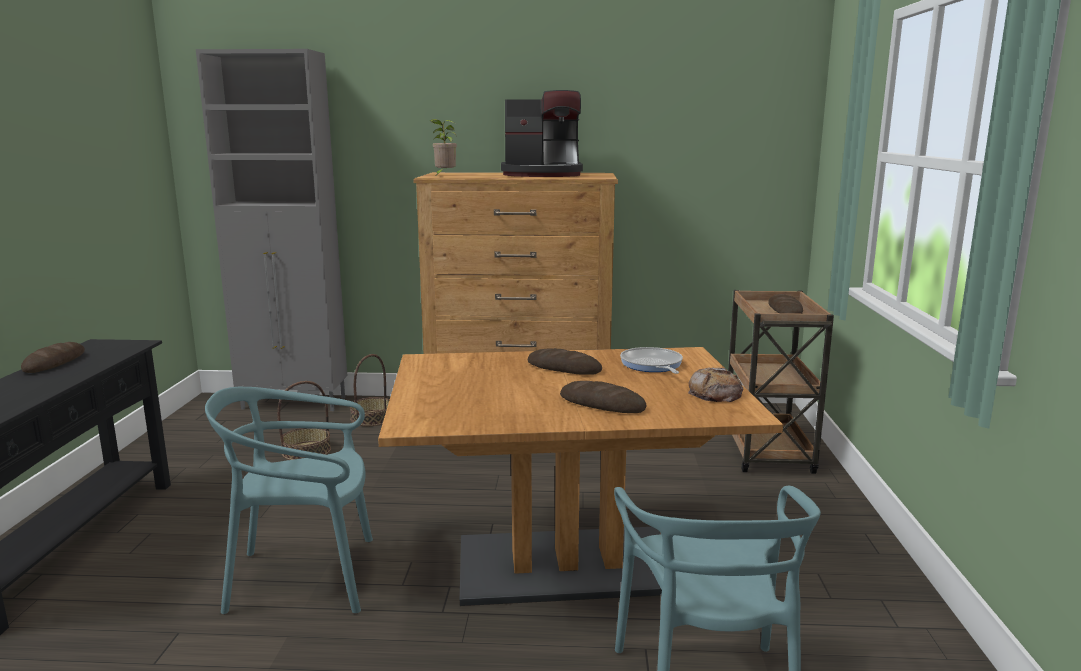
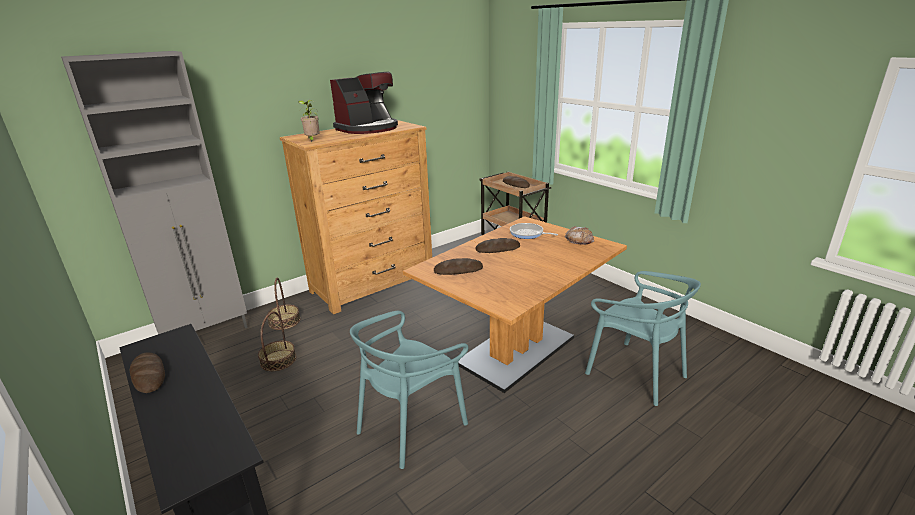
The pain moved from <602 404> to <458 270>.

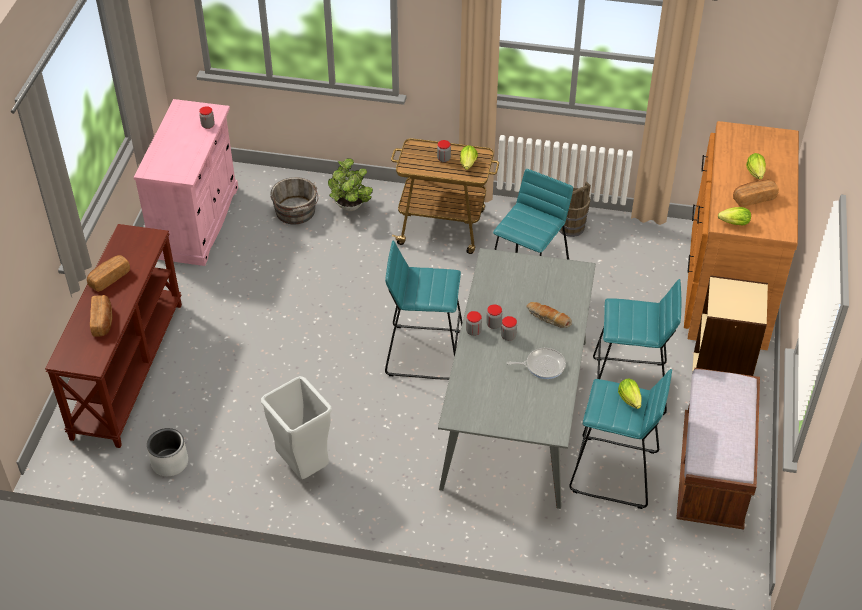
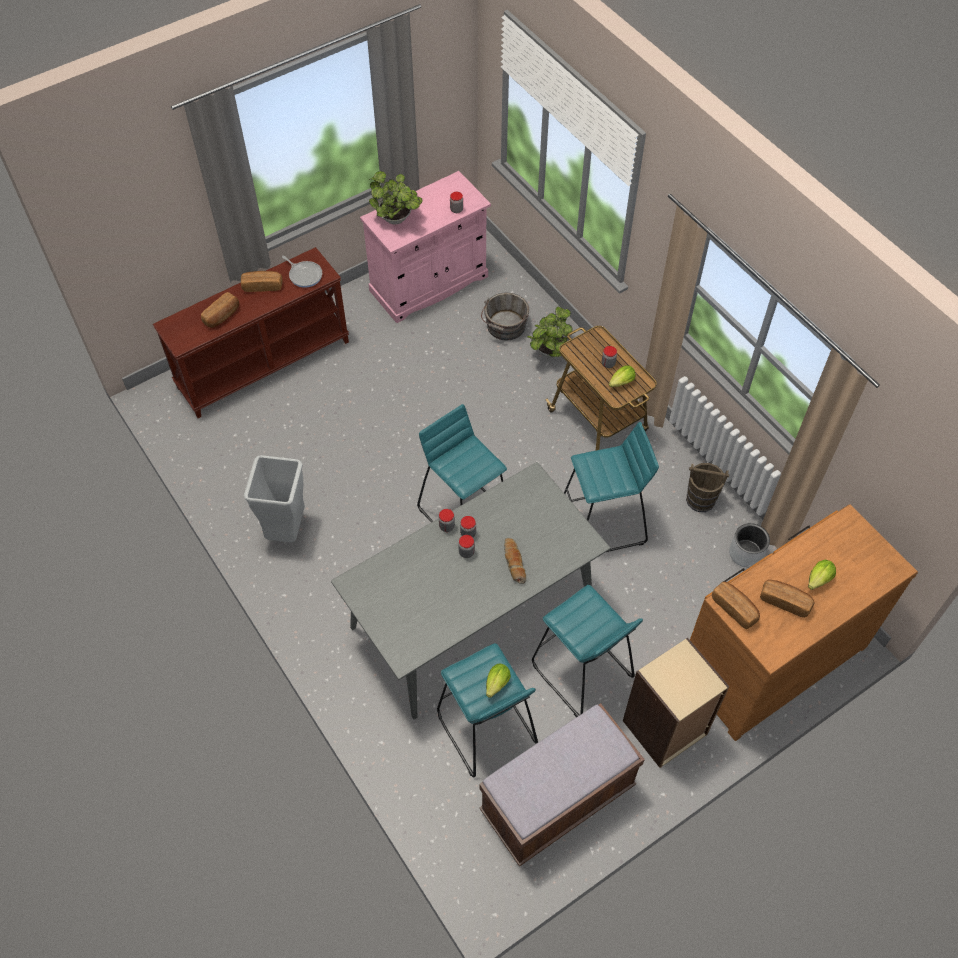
The laitue at <732 223> was replaced by the pain at <734 608>.
The poêle moved from <542 365> to <304 275>.
The cache-pot (gris) moved from <170 462> to <746 553>.
The plante en pot at <397 219> appeared.

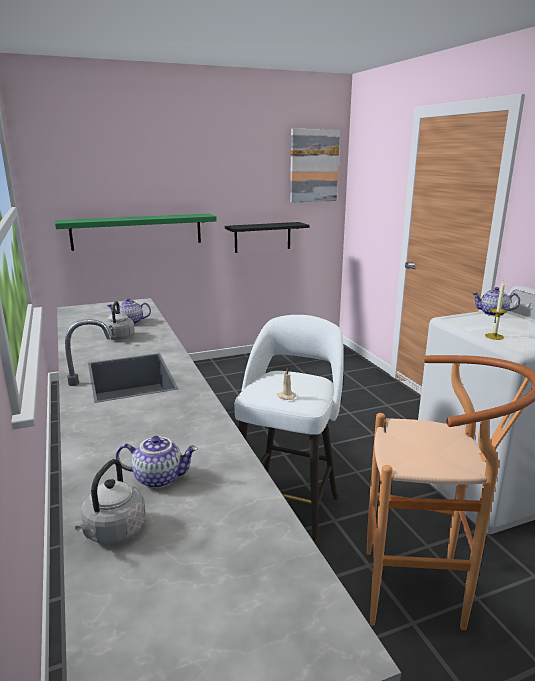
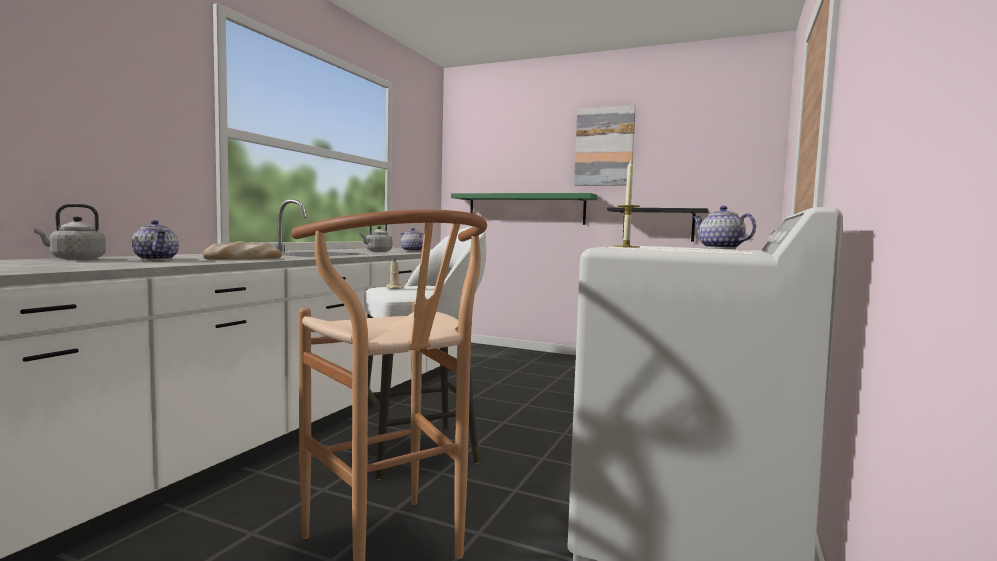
The tableau moved from <313 166> to <604 146>.
The pain at <244 258> appeared.

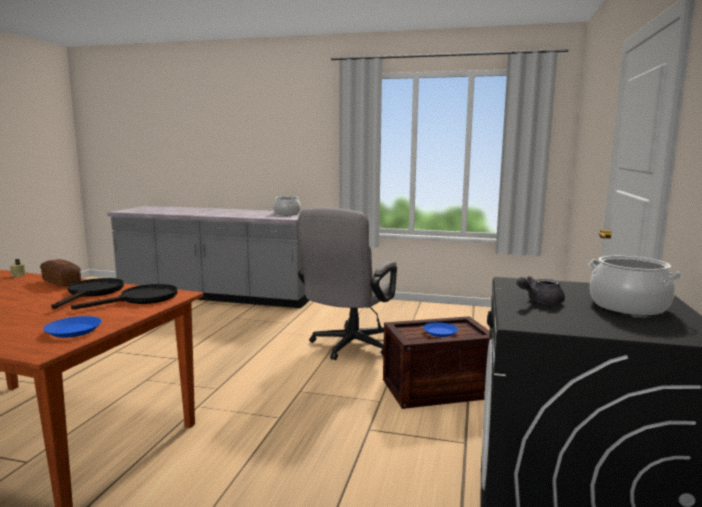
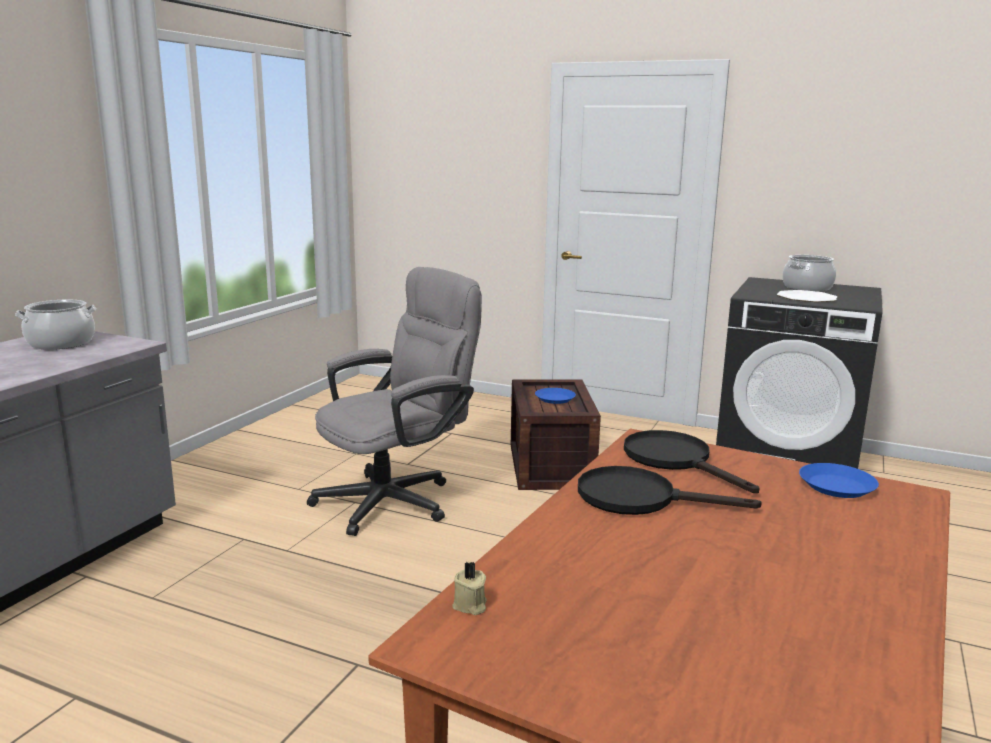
The chaise de bureau (gris) at <348 347> turned 75 degrees counterclockwise.
The pain at <61 282> disappeared.
The théière (gris) at <540 301> was replaced by the assiette at <807 298>.

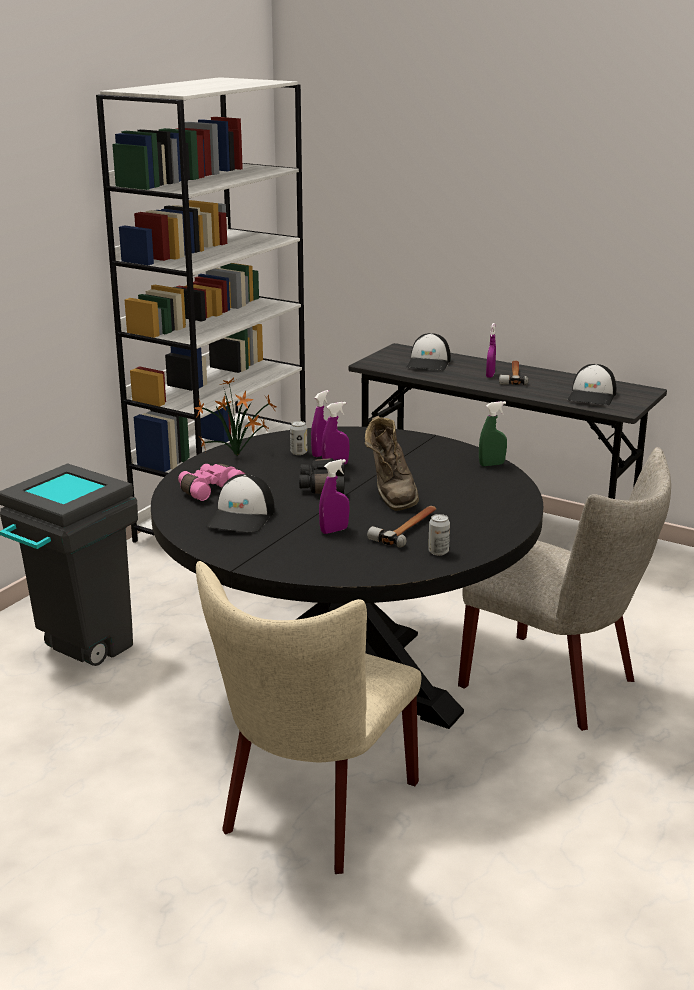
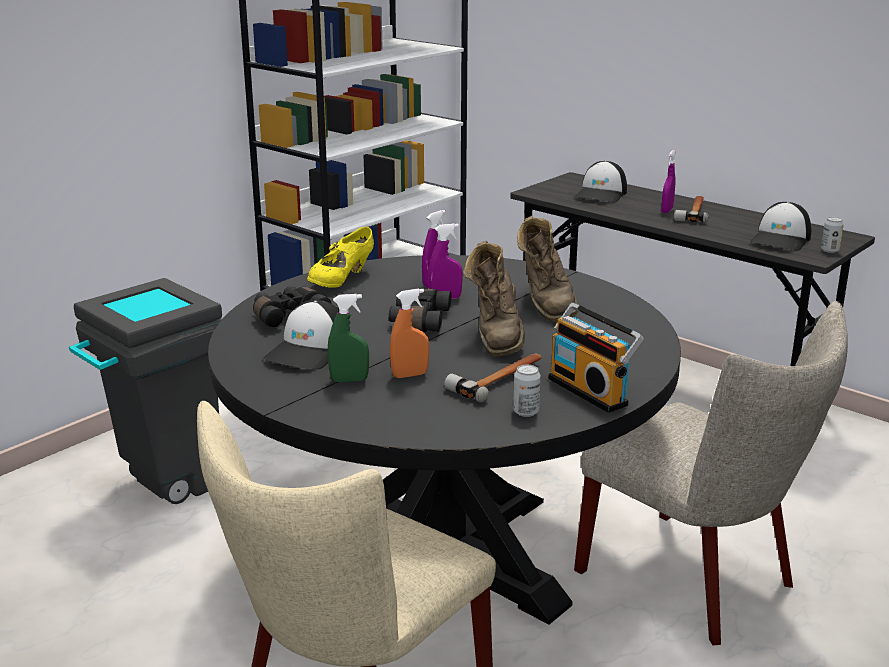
The plante en pot at <239 456> was replaced by the chaussure (jaune) at <341 281>.
The vaporisateur (vert) moved from <492 464> to <349 380>.
The boîte métallique moved from <298 452> to <829 250>.
The vaporisateur (violet) at <334 530> became the vaporisateur (orange) at <410 375>.
The jumelles (rose) at <208 489> became the jumelles (noir) at <288 316>.
The botte (marron) at <546 305> appeared.
The radio at <591 391> appeared.

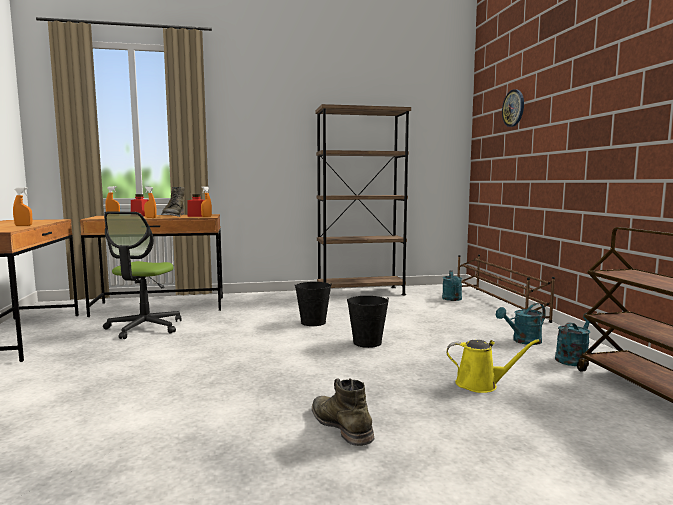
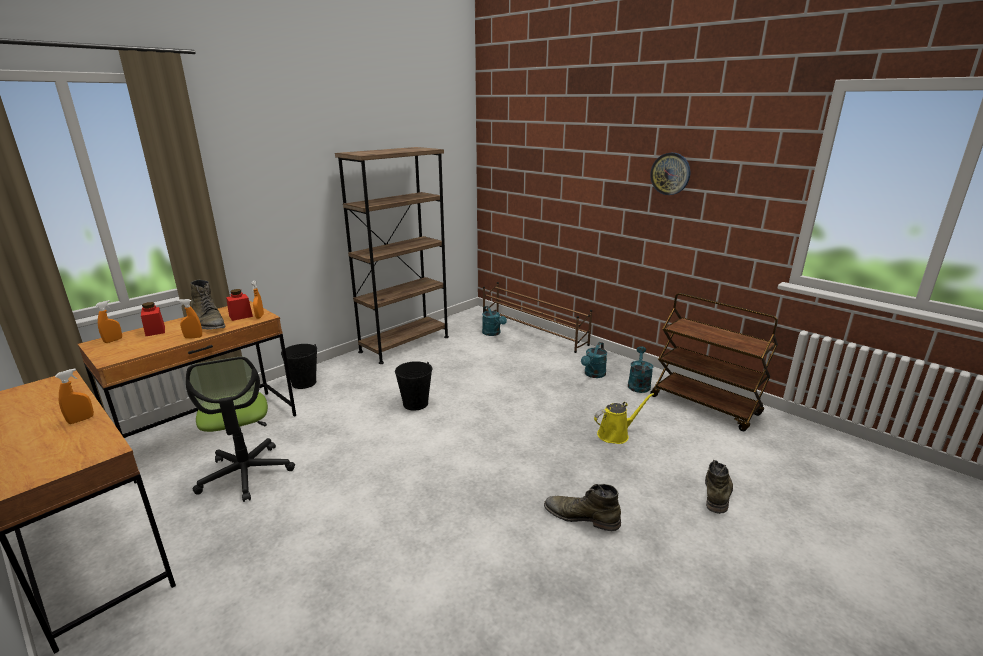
The horloge murale moved from <513 108> to <670 173>.
The seau (noir) moved from <367 342> to <304 383>.
The botte (vert) at <717 491> appeared.

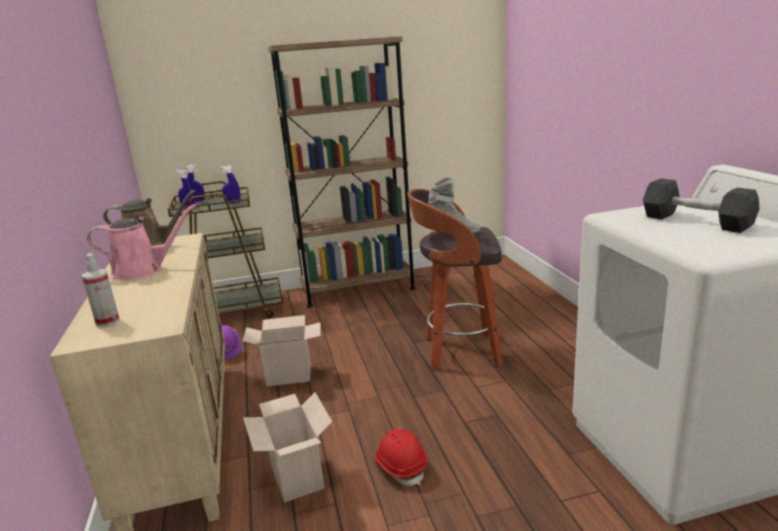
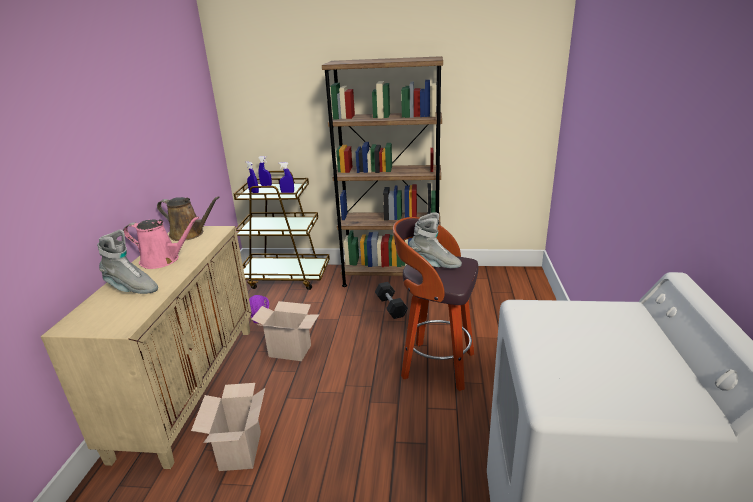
The haltère (noir) moved from <695 222> to <391 307>.
The vaporisateur at <107 321> disappeared.
The casque de chantier (rouge) at <400 466> disappeared.
The botte (gris) at <131 289> appeared.

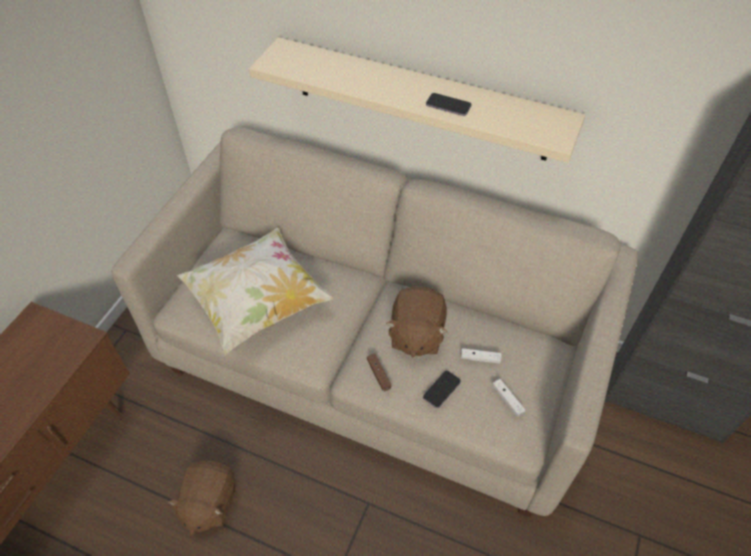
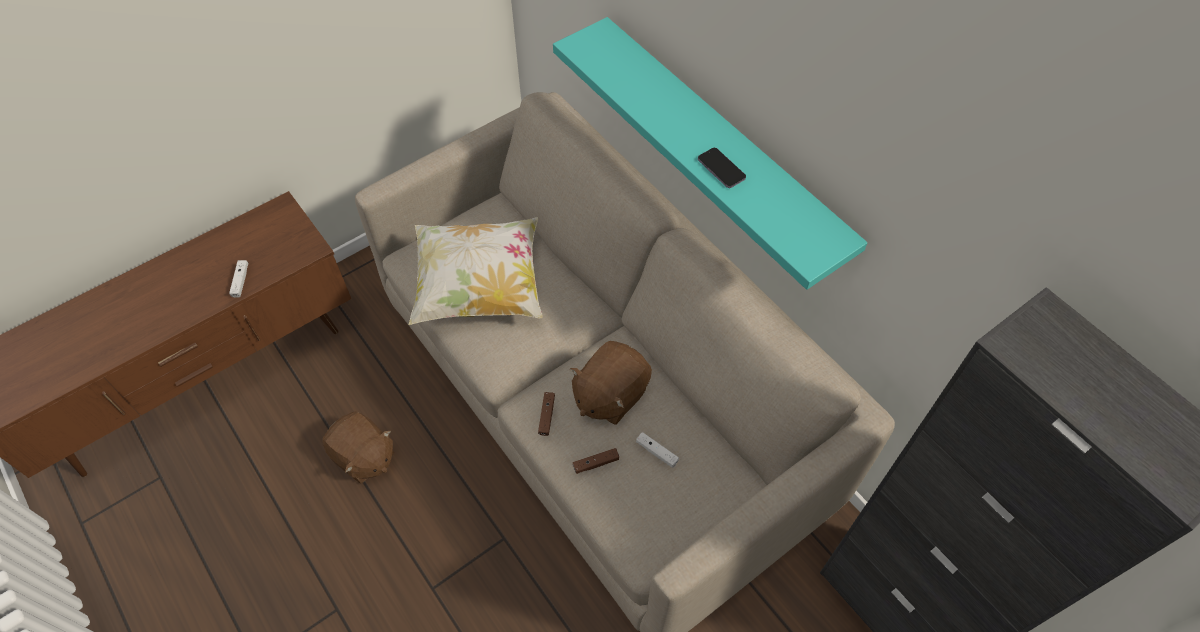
The étagère (beige) at <420 99> became the étagère (turquoise) at <720 145>.
The téléphone at <441 390> was replaced by the manette (marron) at <596 463>.
The manette (blanc) moved from <507 400> to <240 281>.
The peluche (marron) at <209 503> turned 90 degrees counterclockwise.

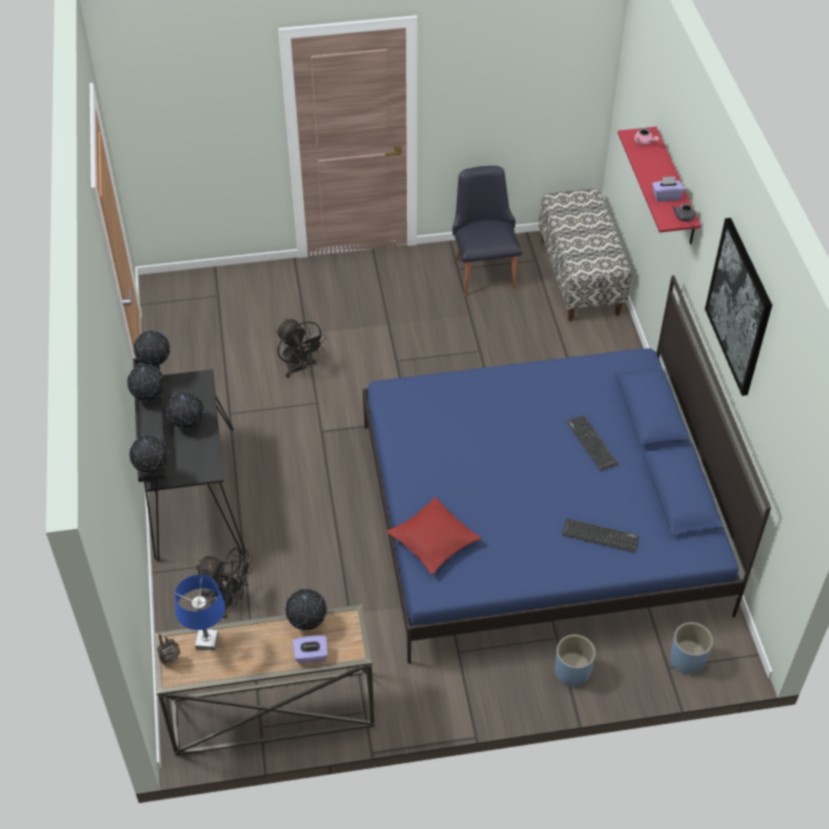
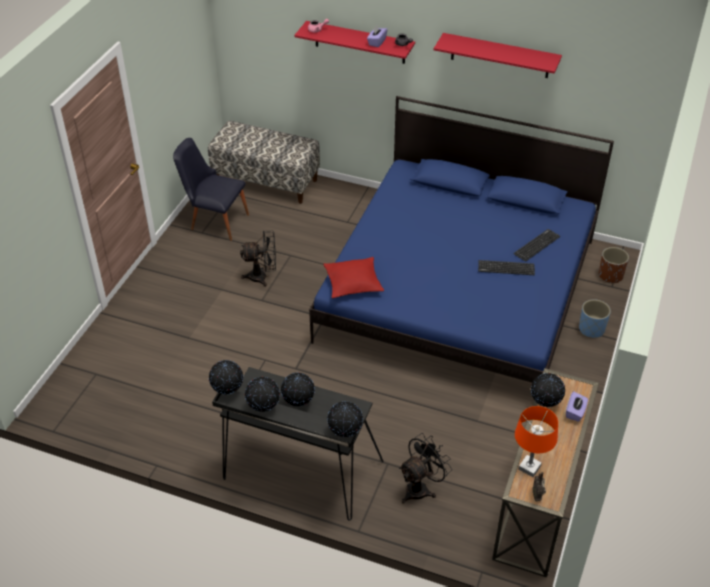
The tableau at <739 306> was replaced by the étagère (rouge) at <500 56>.
The ventilateur (noir) moved from <299 368> to <262 277>.
The clavier moved from <591 443> to <506 268>.
The coussin (rouge) moved from <433 541> to <353 283>.
The lampe de table (bleu) at <207 641> became the lampe de table (orange) at <529 467>.
The cache-pot (bleu) at <687 659> became the cache-pot (marron) at <610 276>.

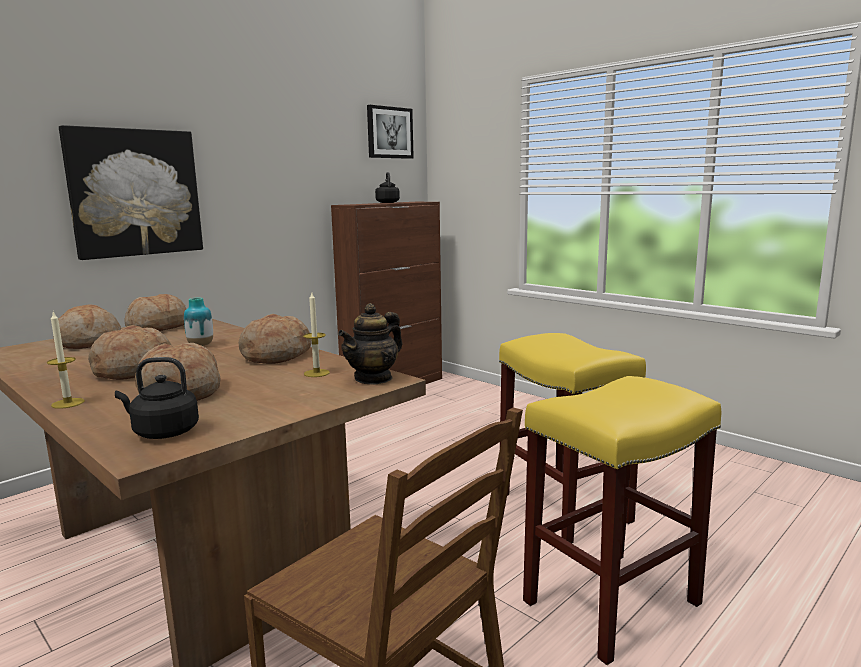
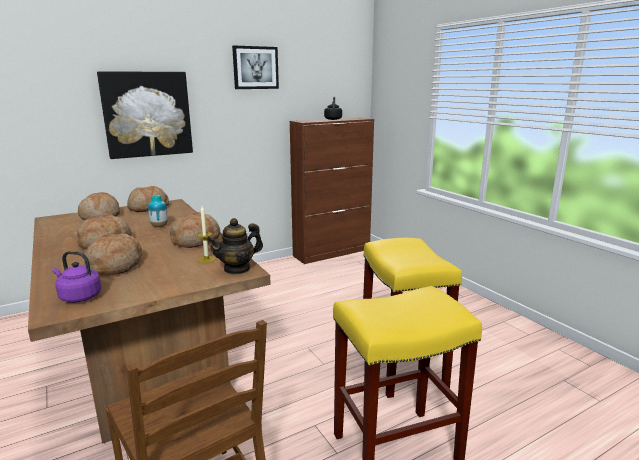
The tableau moved from <389 132> to <255 68>.
The bougie at <68 403> disappeared.
The bouilloire (noir) at <162 432> became the bouilloire (violet) at <79 297>.

